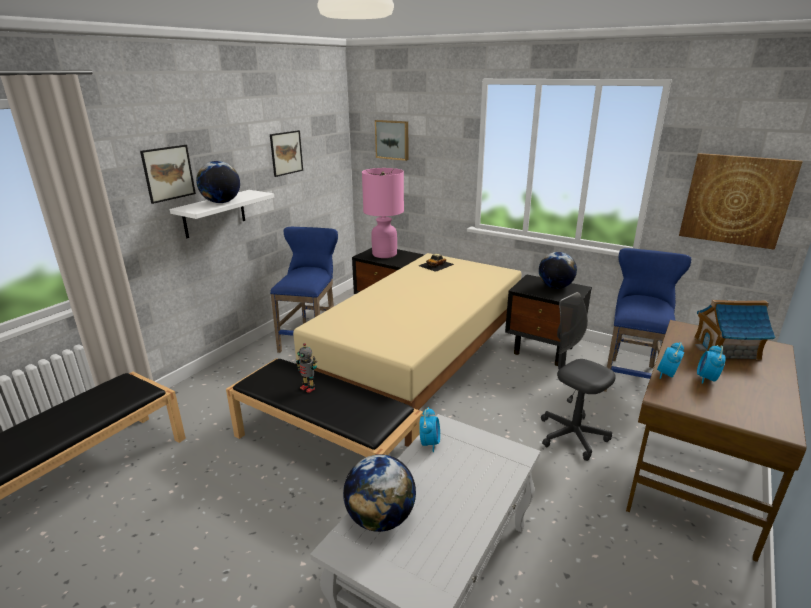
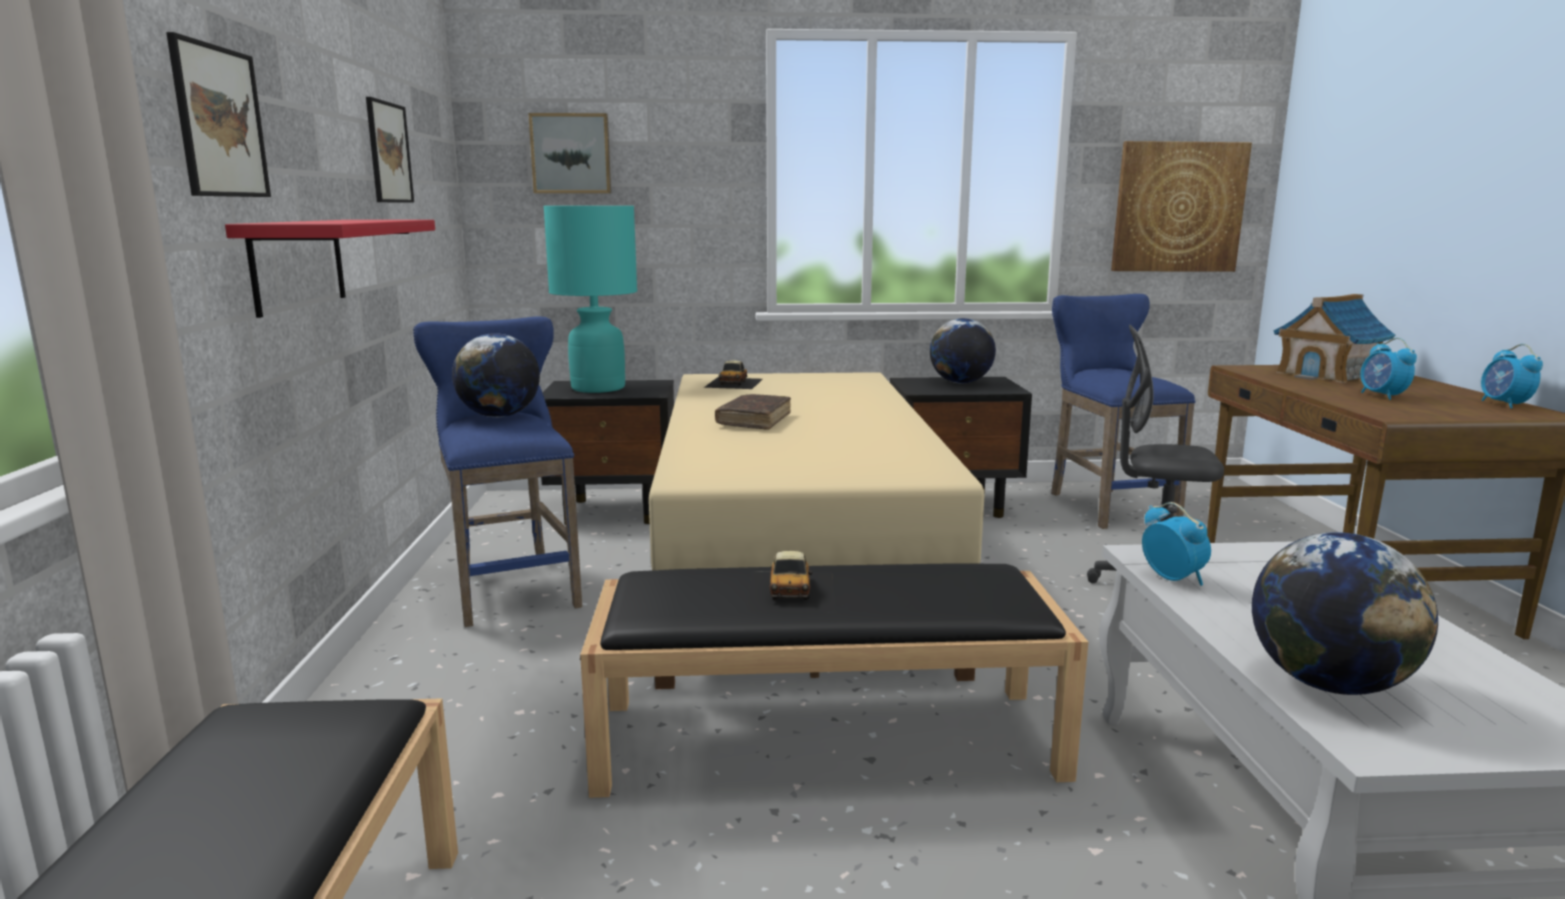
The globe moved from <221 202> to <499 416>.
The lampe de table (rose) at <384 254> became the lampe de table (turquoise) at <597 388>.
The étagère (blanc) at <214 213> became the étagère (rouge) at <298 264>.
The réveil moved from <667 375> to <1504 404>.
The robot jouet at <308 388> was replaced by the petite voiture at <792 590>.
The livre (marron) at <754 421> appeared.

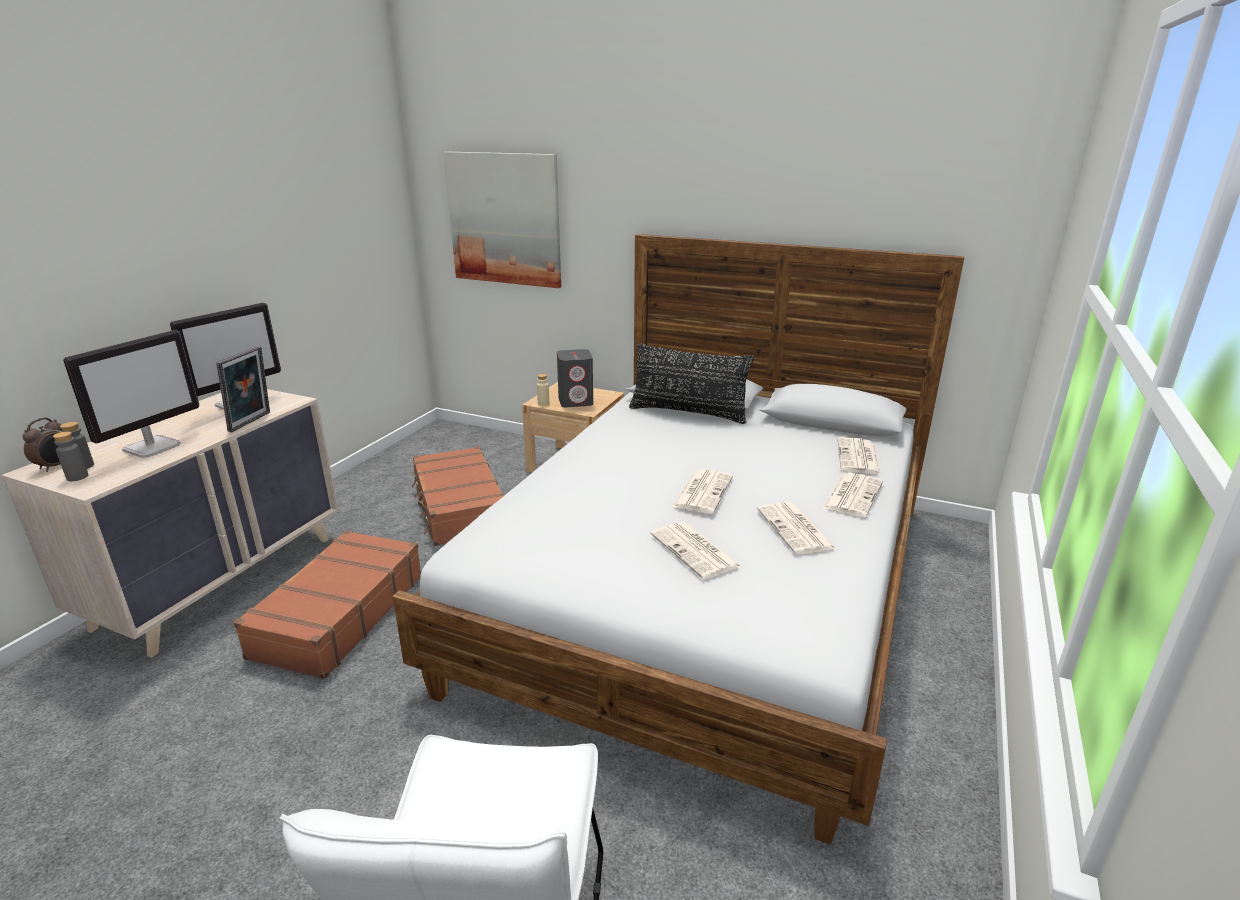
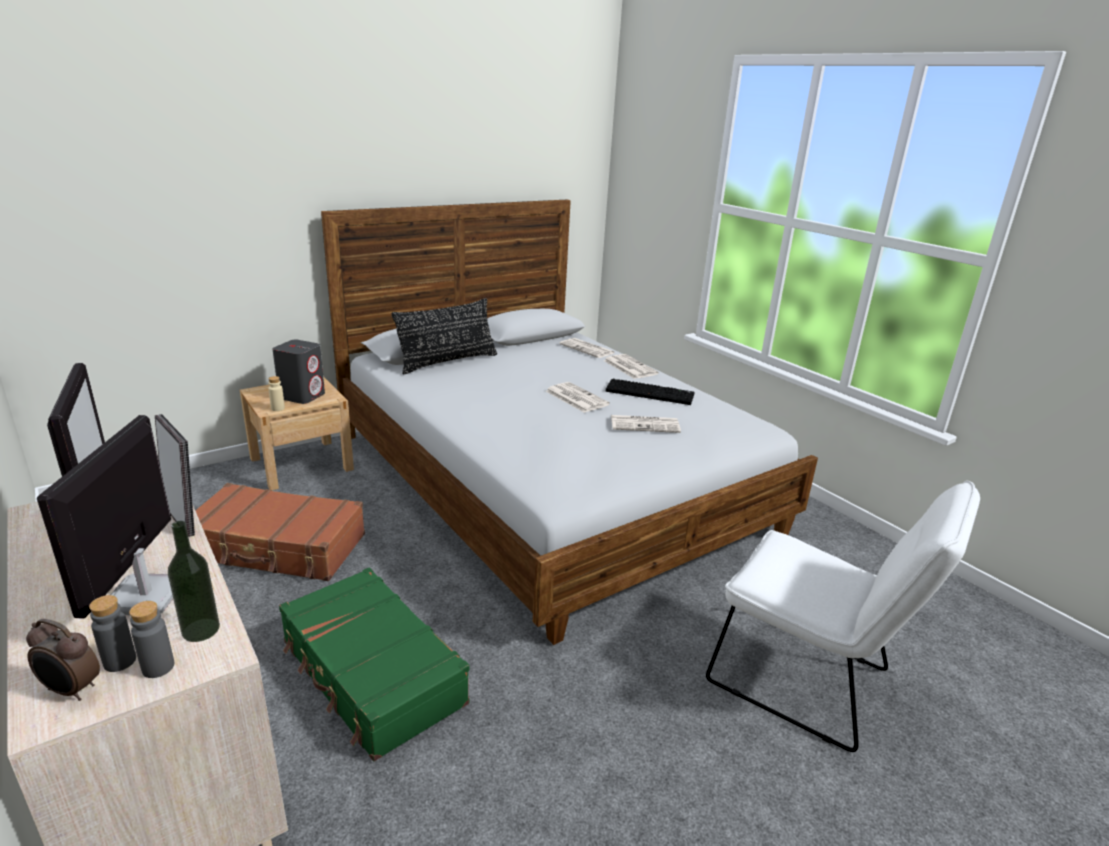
The tableau at <505 219> disappeared.
The écran d'ordinateur at <152 447> turned 150 degrees counterclockwise.
The réveil at <55 466> turned 150 degrees clockwise.
The journal at <796 529> was replaced by the clavier at <650 393>.
The valise (marron) at <338 615> became the valise (vert) at <371 673>.
The bouteille at <201 630> appeared.

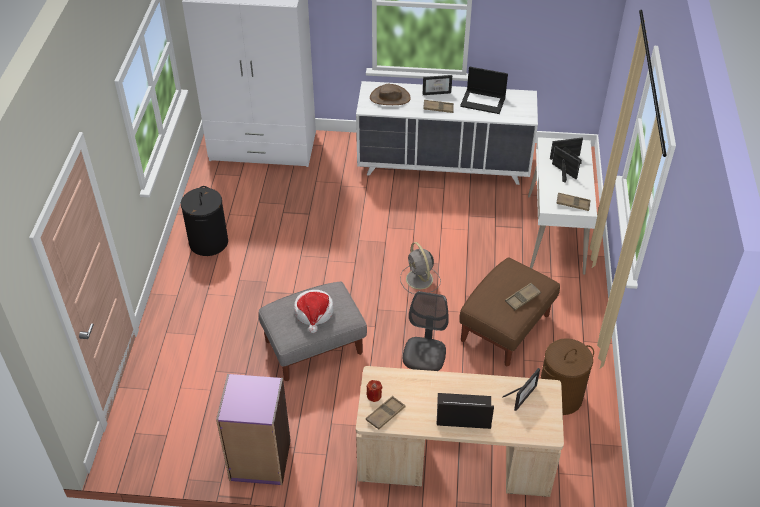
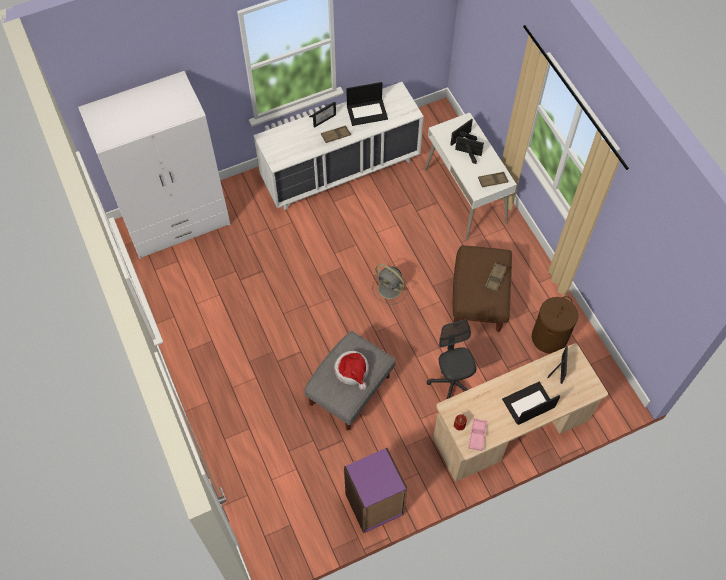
The chapeau (marron) at <390 98> disappeared.
The panier à linge (noir) at <208 242> disappeared.
The plateau (marron) at <385 414> became the plateau (rose) at <477 435>.

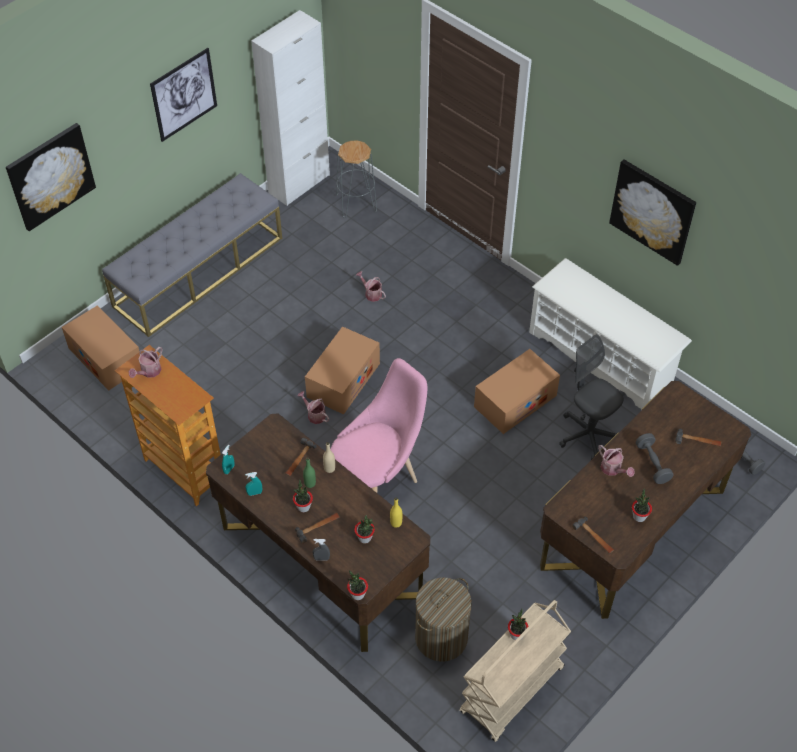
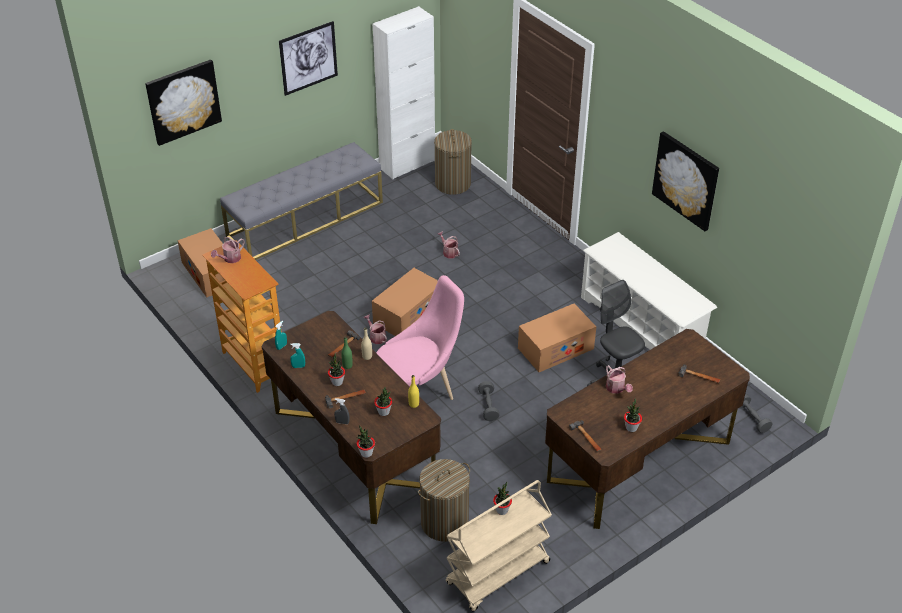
The tabouret (gris) at <356 203> was replaced by the panier à linge at <453 184>.
The haltère (gris) moved from <652 463> to <488 406>.

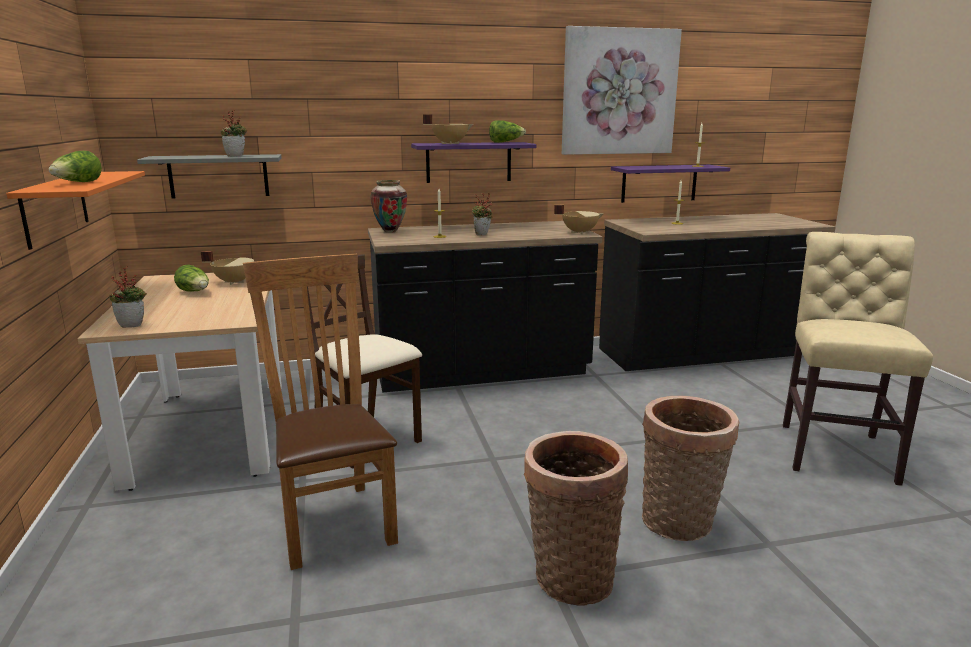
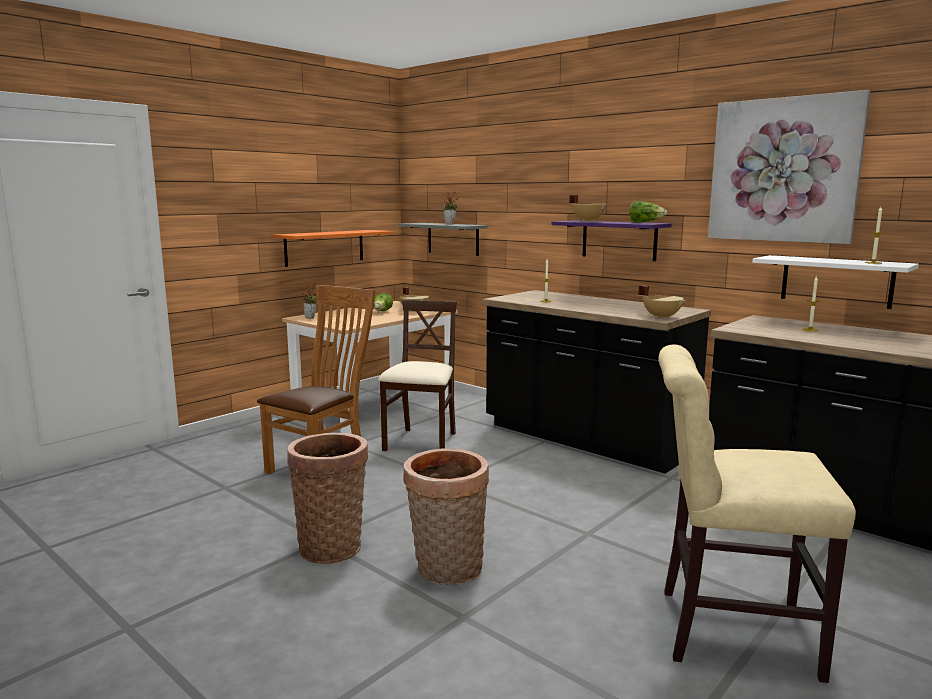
The laitue at <78 183> disappeared.
The étagère (violet) at <659 183> became the étagère (blanc) at <836 281>.
The vase at <390 231> disappeared.
The plante en pot at <482 235> disappeared.
The chaise (beige) at <835 450> turned 150 degrees counterclockwise.

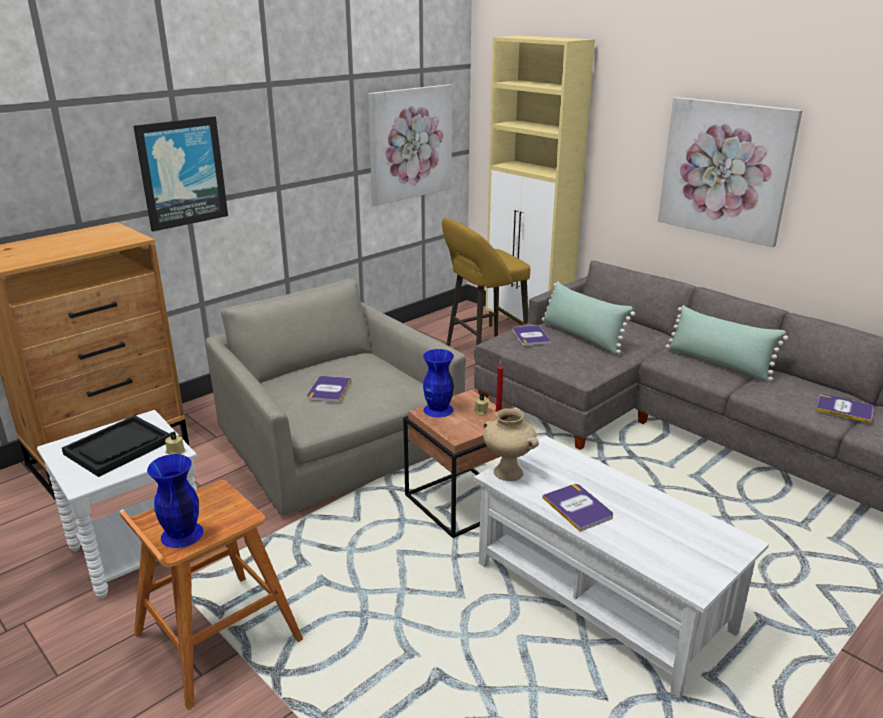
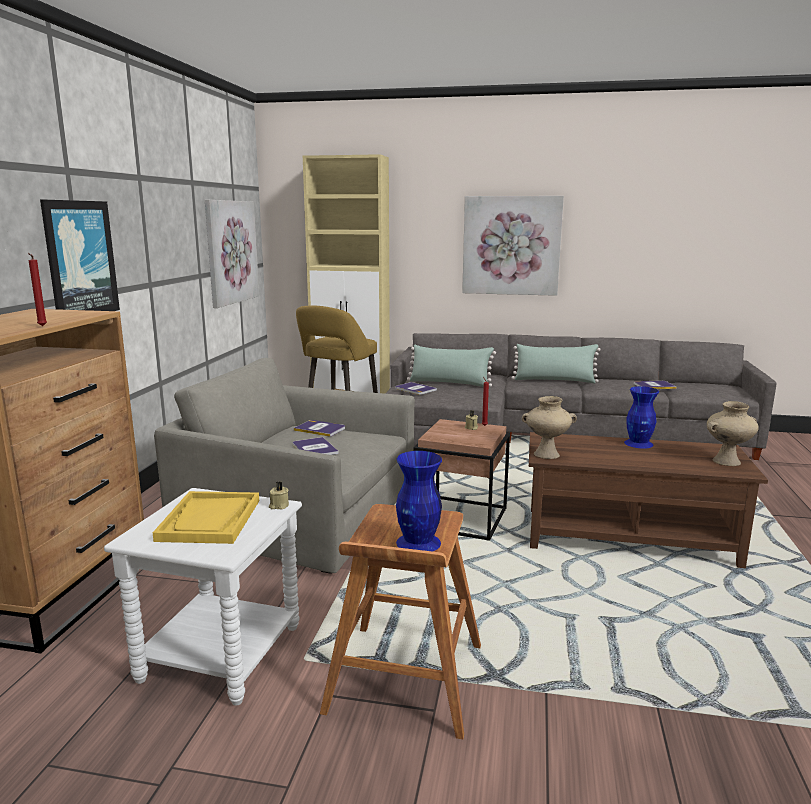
The vase (bleu) moved from <438 410> to <639 443>.
The plateau (noir) at <118 448> became the plateau (jaune) at <210 520>.
The table basse (blanc) at <602 597> became the table basse (marron) at <629 537>.
The livre moved from <578 507> to <320 429>.
The bougie (rouge) at <41 326> appeared.
The vase (beige) at <726 462> appeared.

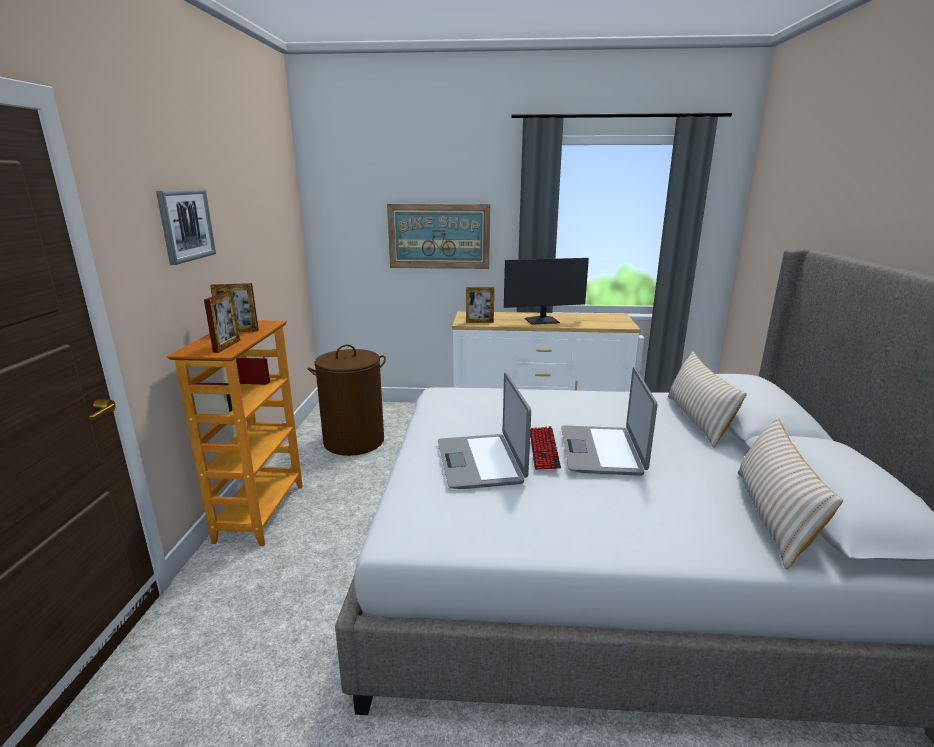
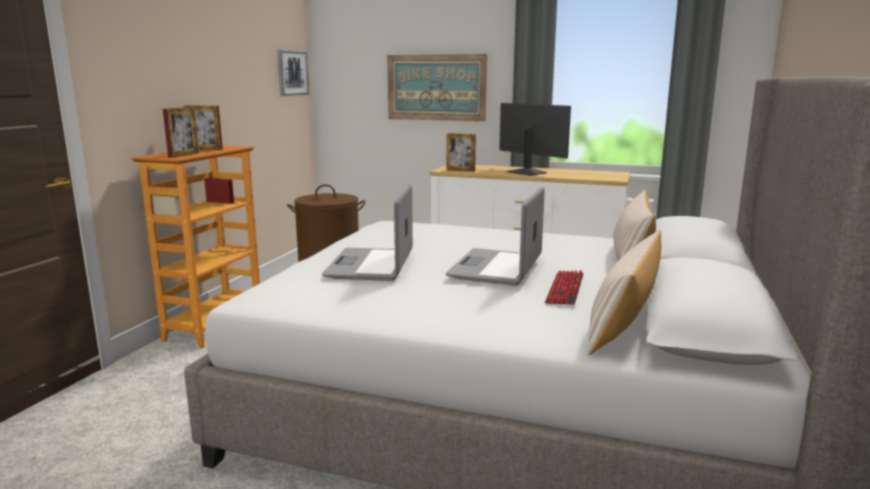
The tableau moved from <186 225> to <292 72>.
The écran d'ordinateur at <542 321> turned 135 degrees counterclockwise.
The clavier moved from <543 449> to <565 289>.

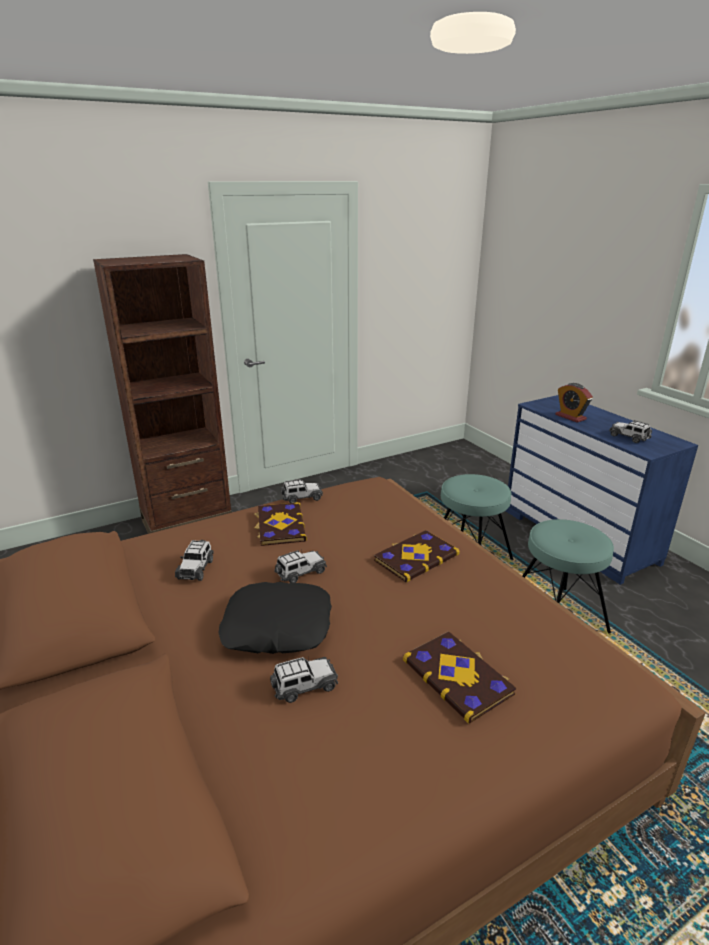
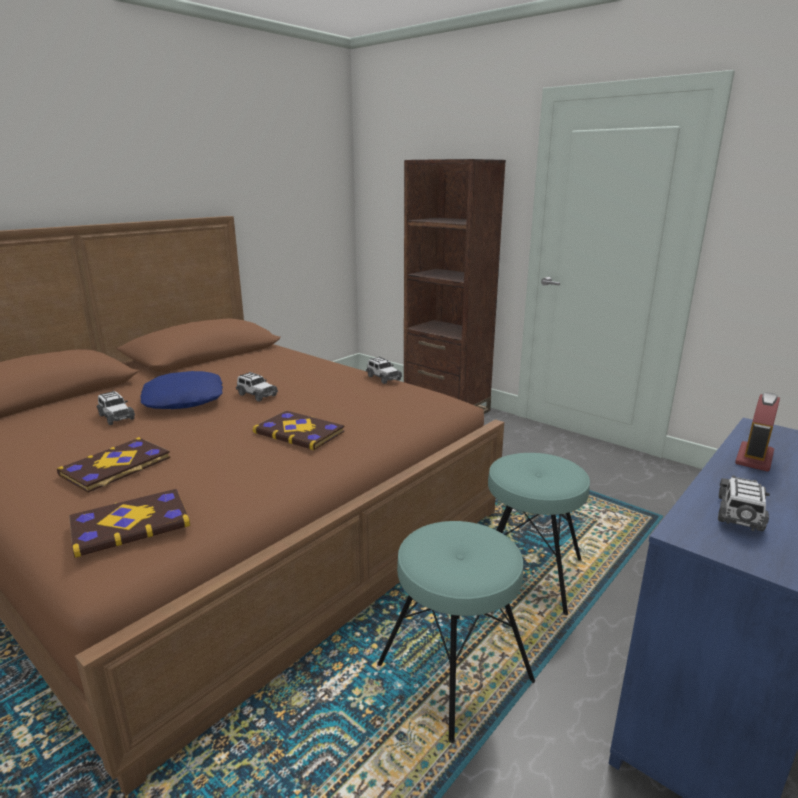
The livre moved from <280 525> to <130 524>.
The petite voiture at <196 569> disappeared.
The coussin (noir) at <277 627> became the coussin (bleu) at <183 399>.

